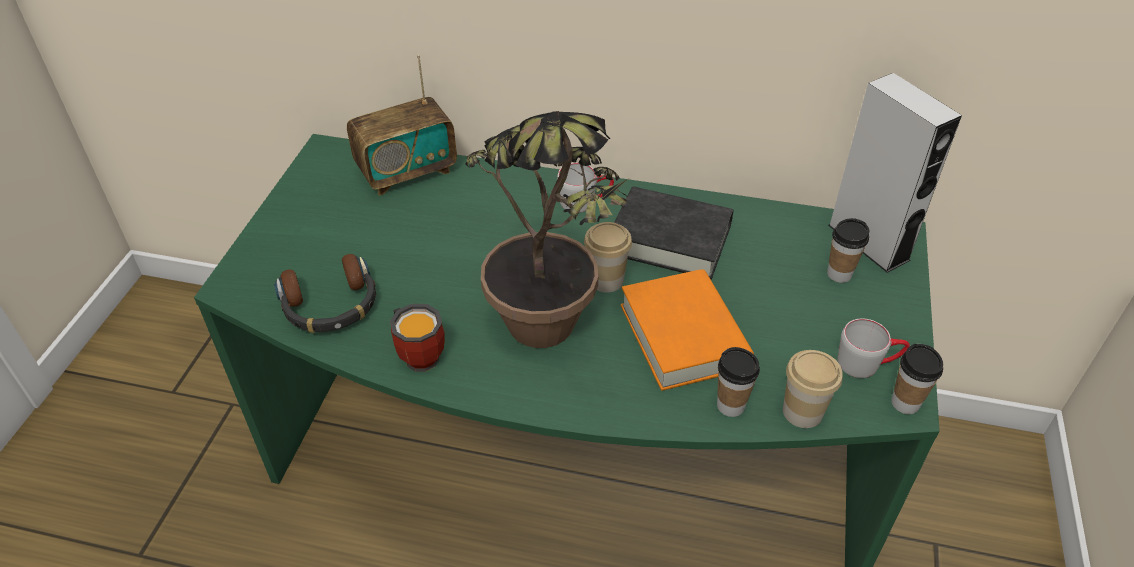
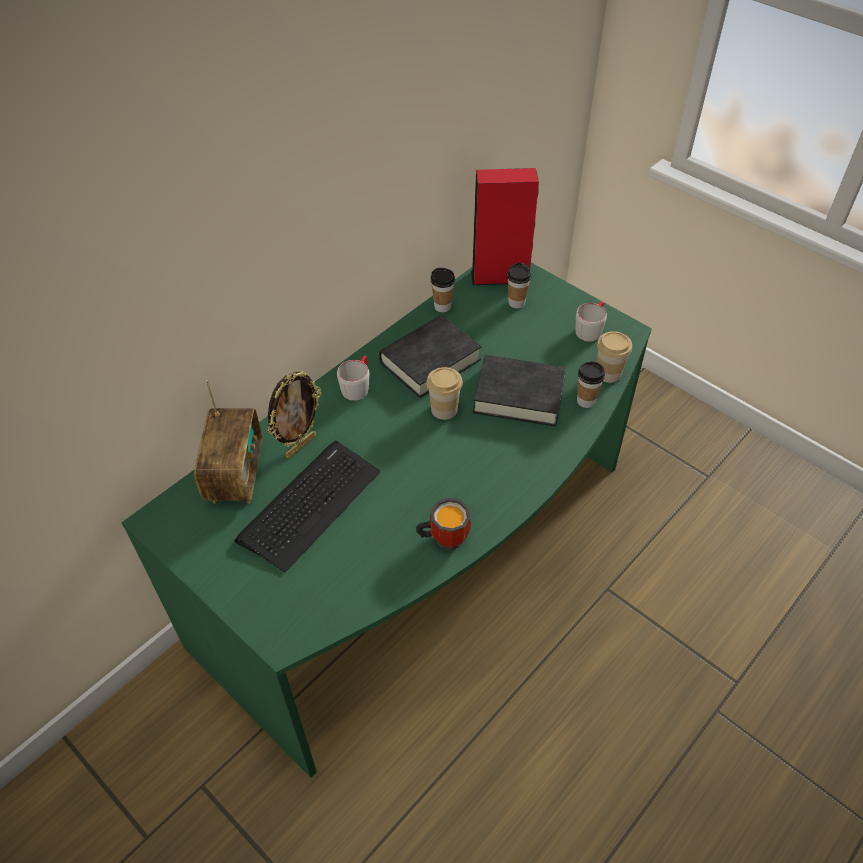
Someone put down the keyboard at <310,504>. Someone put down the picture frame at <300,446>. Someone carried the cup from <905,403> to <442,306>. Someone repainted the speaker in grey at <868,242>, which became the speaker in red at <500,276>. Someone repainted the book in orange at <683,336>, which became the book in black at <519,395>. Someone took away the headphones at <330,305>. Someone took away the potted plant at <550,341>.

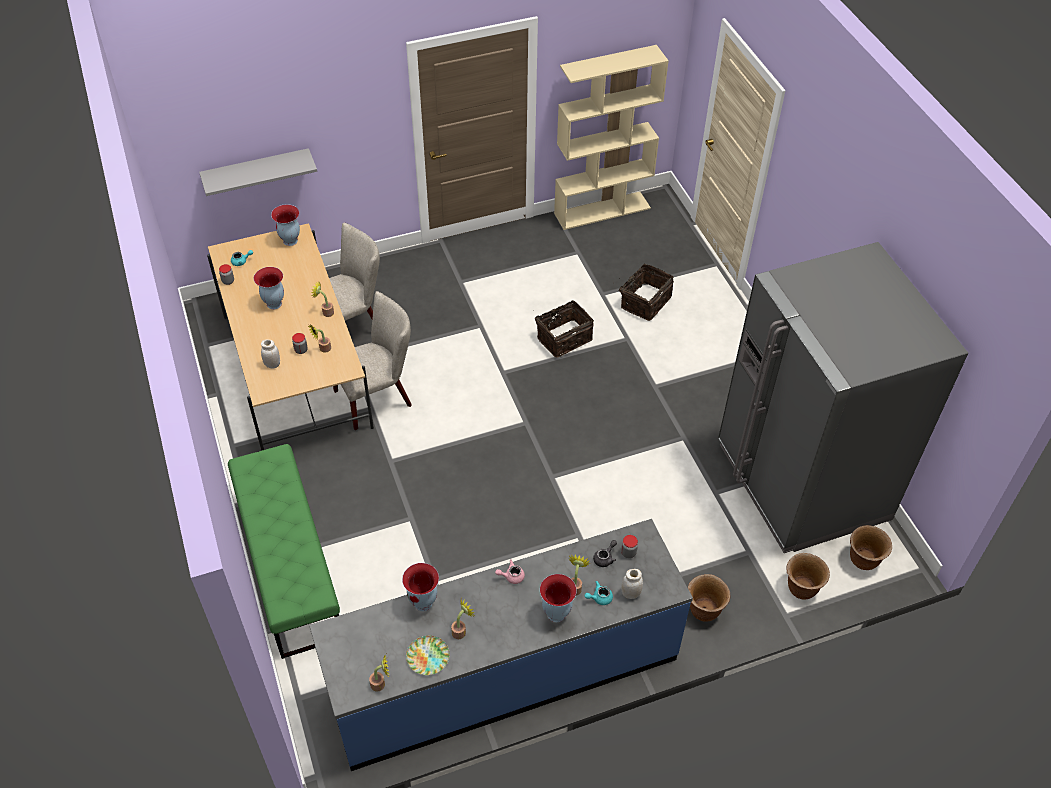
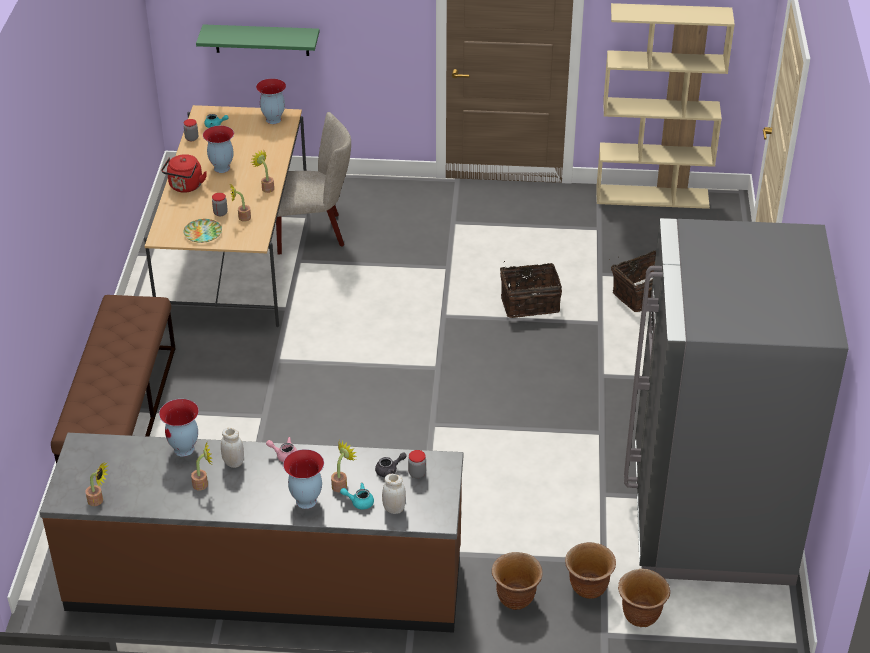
Someone repainted the counter in blue at <503,673>, which became the counter in brown at <265,581>. Someone repainted the bench in green at <289,563>, which became the bench in brown at <122,417>. Someone put down the kettle in red at <185,187>. Someone carried the plate from <428,657> to <203,233>. Someone repainted the shelf in grey at <256,171>, which became the shelf in green at <261,40>. Someone carried the jar in white from <272,364> to <233,462>. Someone carried the planter in brown from <863,560> to <588,588>. Someone took away the chair in beige at <378,397>.

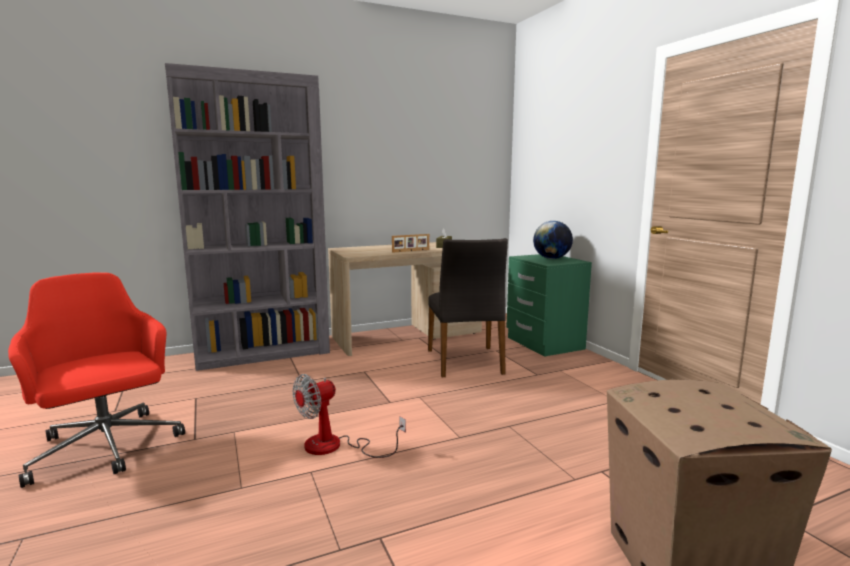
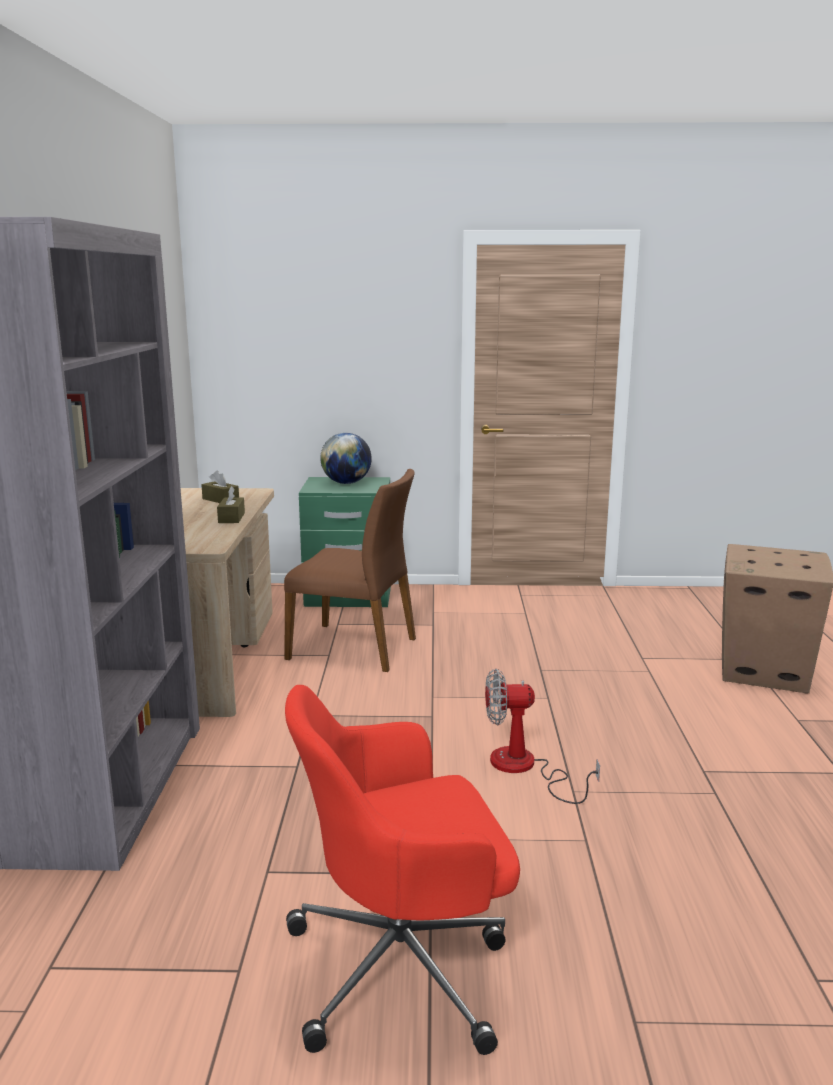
Someone swapped the picture frame at <411,251> for the tissue box in brown at <231,518>. Someone repainted the chair in grey at <466,362>, which became the chair in brown at <354,648>. Someone rotated the fan at <335,446> by 105 degrees clockwise.

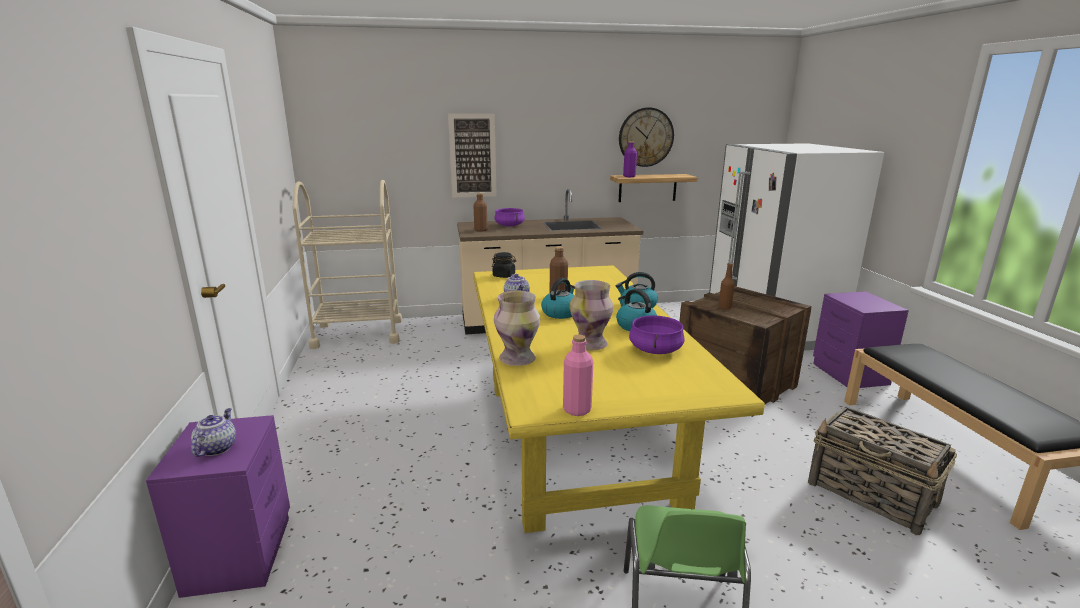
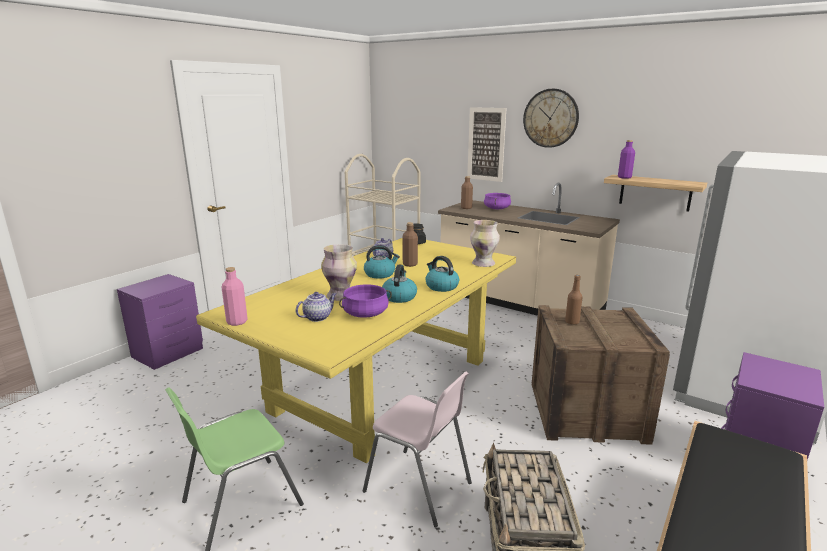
Someone carried the teapot from <217,448> to <318,317>. Someone put down the chair in pink at <419,487>. Someone carried the vase from <518,359> to <483,264>. Someone carried the wall clock from <646,137> to <550,118>.

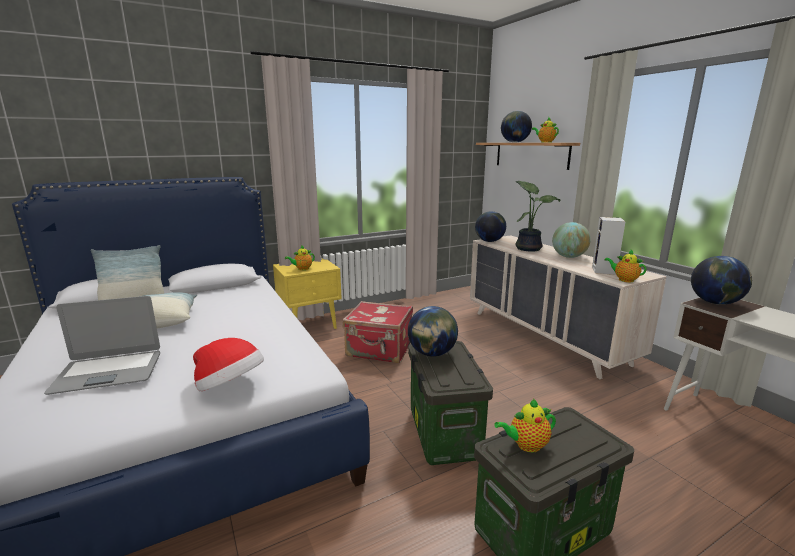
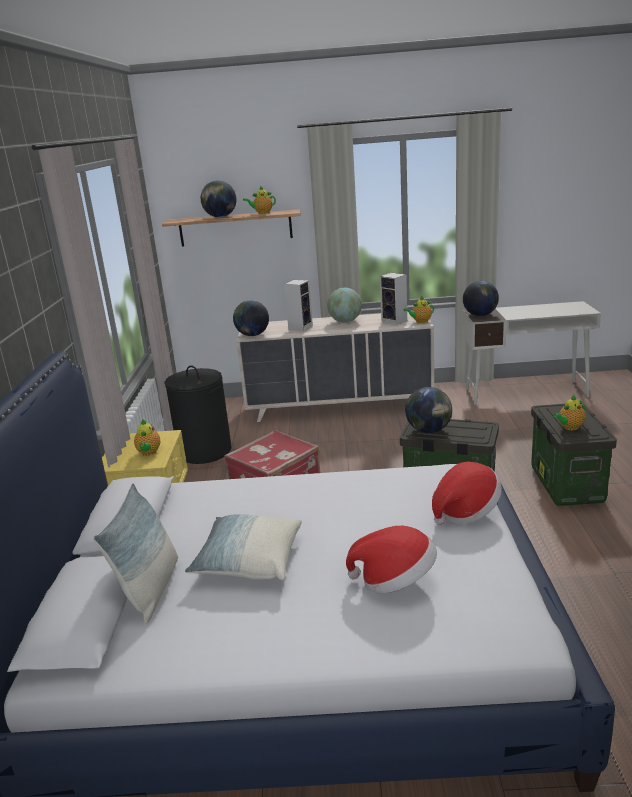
Someone put down the laundry basket in black at <204,451>. Someone swapped the potted plant at <528,248> for the speaker at <300,327>. Someone swapped the laptop at <109,372> for the hat at <395,581>. Someone rotated the teapot at <526,445> by 45 degrees clockwise.

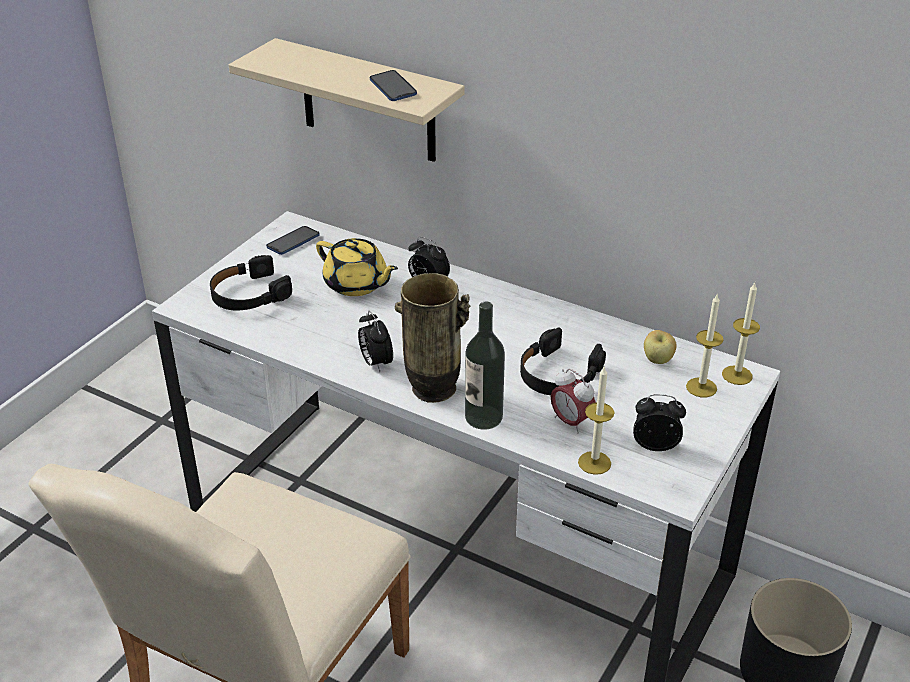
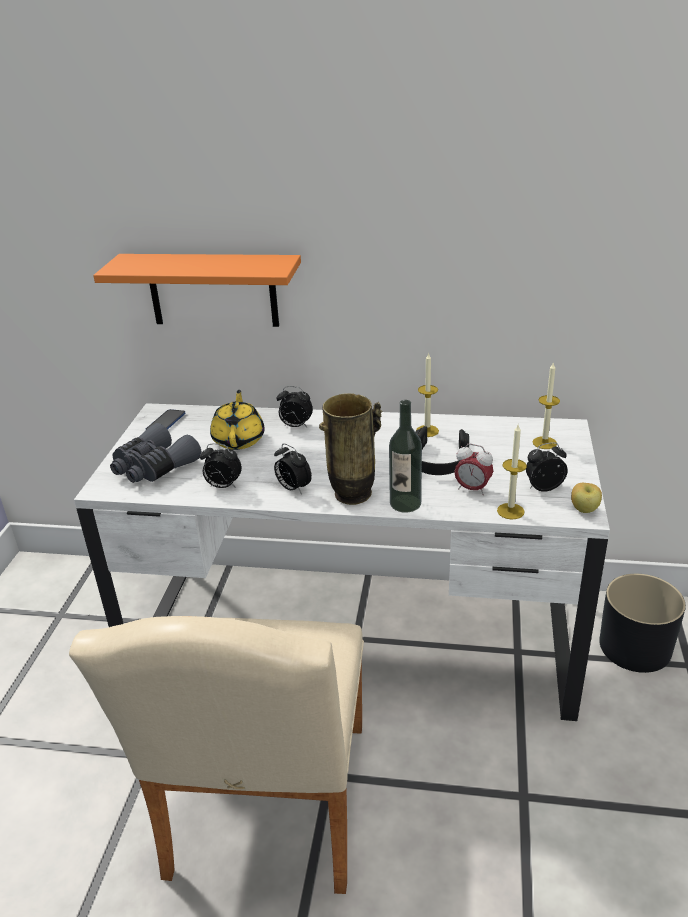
Someone repainted the shelf in beige at <368,102>, which became the shelf in orange at <213,290>. Someone swapped the headphones in black at <249,295> for the binoculars in grey at <153,467>. Someone put down the alarm clock at <223,486>. Someone rotated the teapot in yellow at <356,284> by 105 degrees counterclockwise. Someone carried the candle from <737,375> to <427,431>. Someone carried the apple from <658,360> to <584,510>. Someone took away the phone at <393,87>.

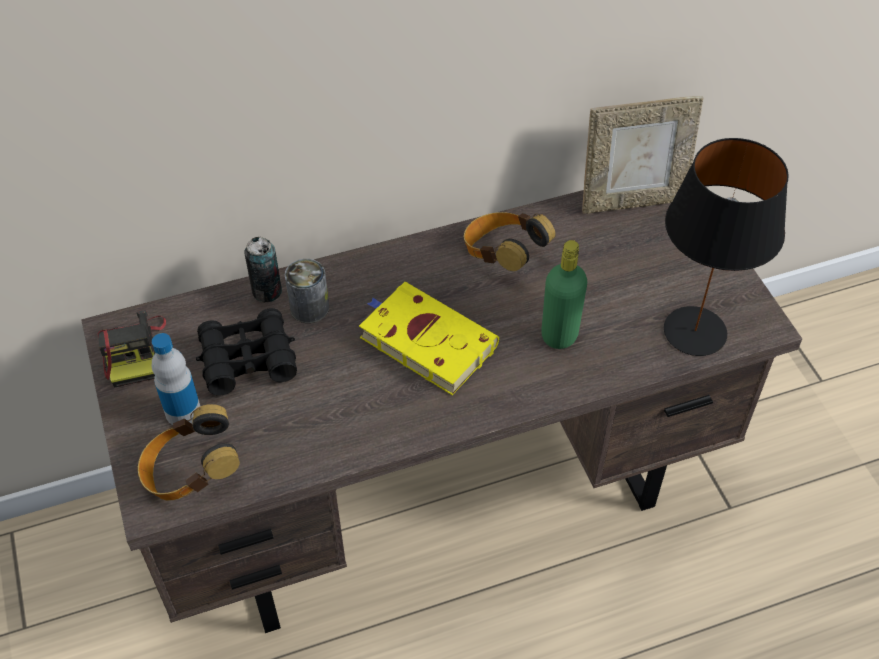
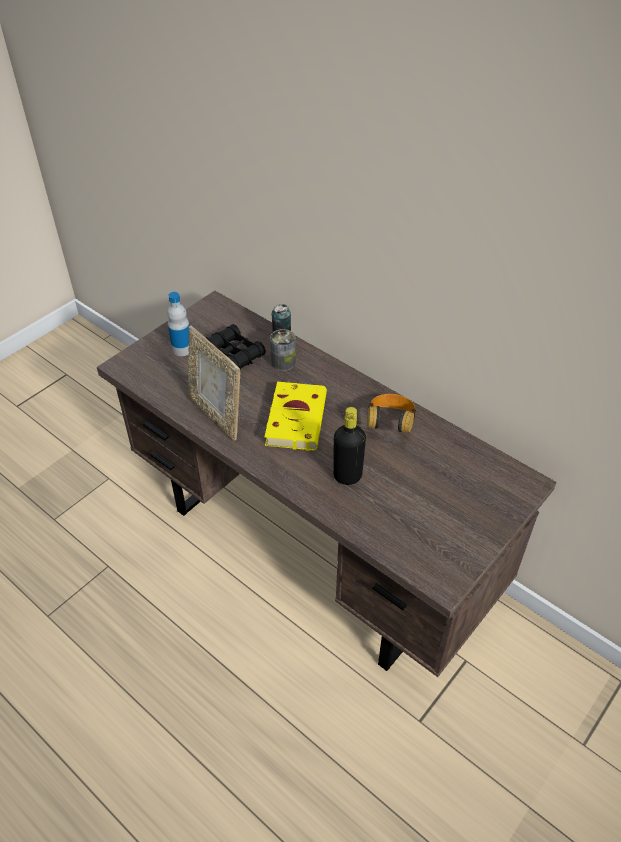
Someone carried the picture frame from <632,201> to <216,415>. Someone repainted the bottle in green at <559,335>, which became the bottle in black at <347,476>. Someone took away the photo camera at <133,351>. Someone took away the headphones at <191,473>. Someone took away the table lamp in black at <696,331>.

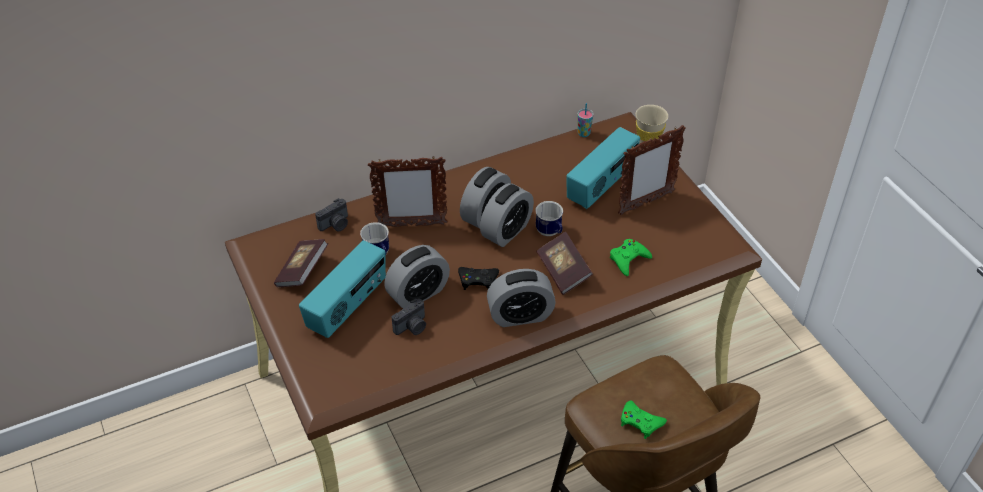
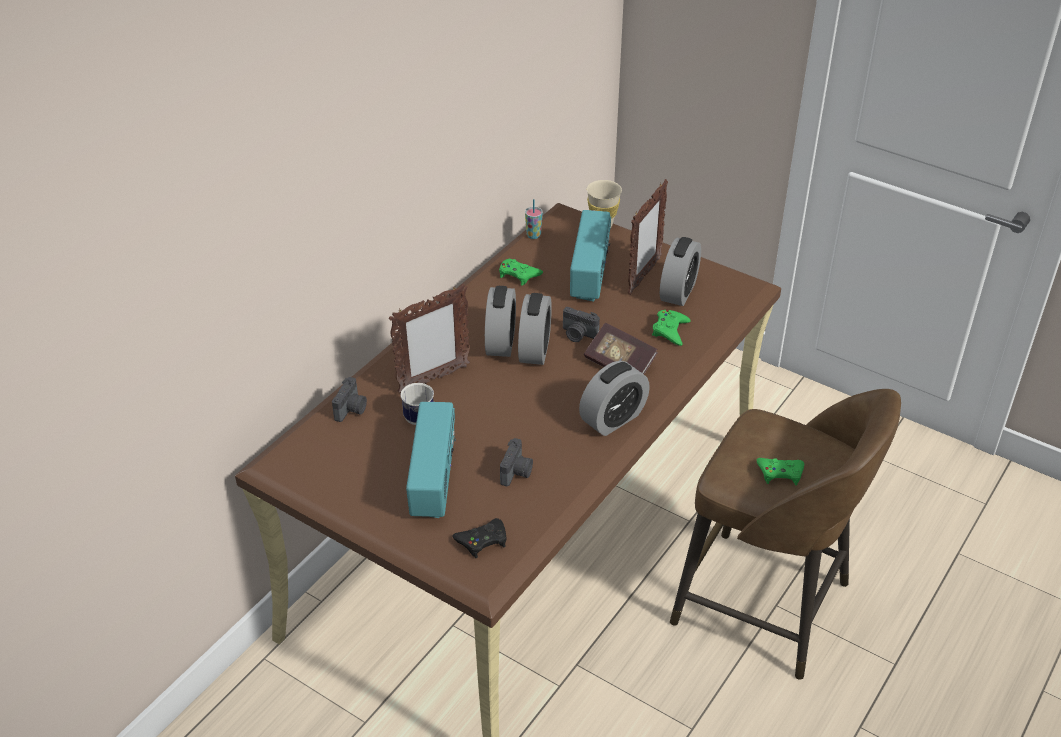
Someone carried the game controller in black from <478,280> to <482,541>. Someone put down the game controller in green at <518,275>. Someone swapped the mug at <550,233> for the photo camera at <578,335>. Someone carried the alarm clock from <418,293> to <678,292>. Someone took away the book at <302,271>.

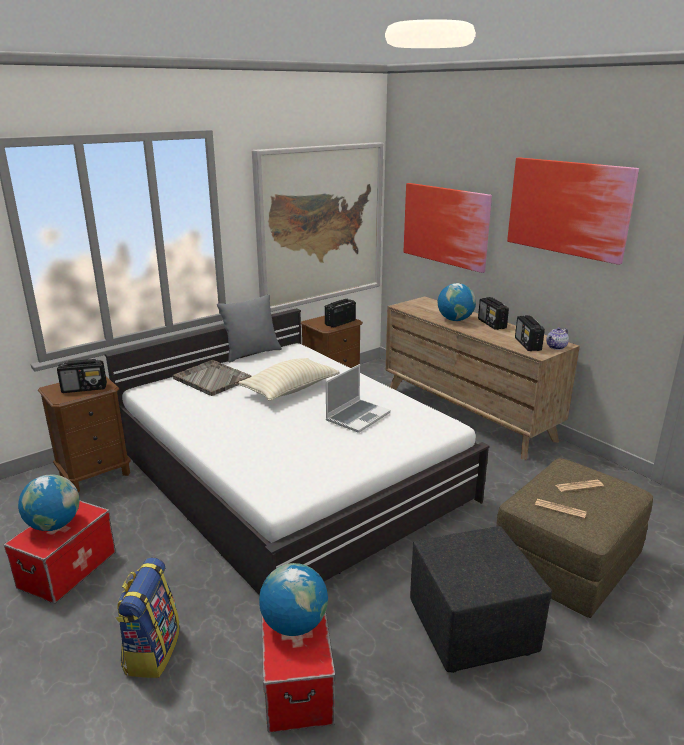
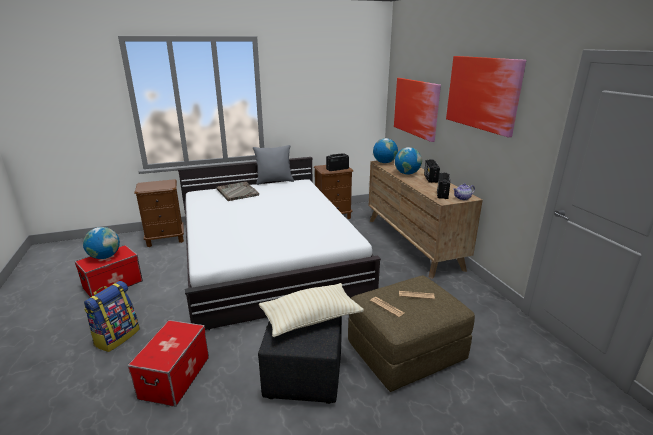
Someone carried the pillow in beige from <290,390> to <310,319>. Someone carried the globe from <294,624> to <384,162>. Someone took away the radio at <85,388>. Someone took away the picture at <320,225>. Someone took away the laptop at <358,416>.

